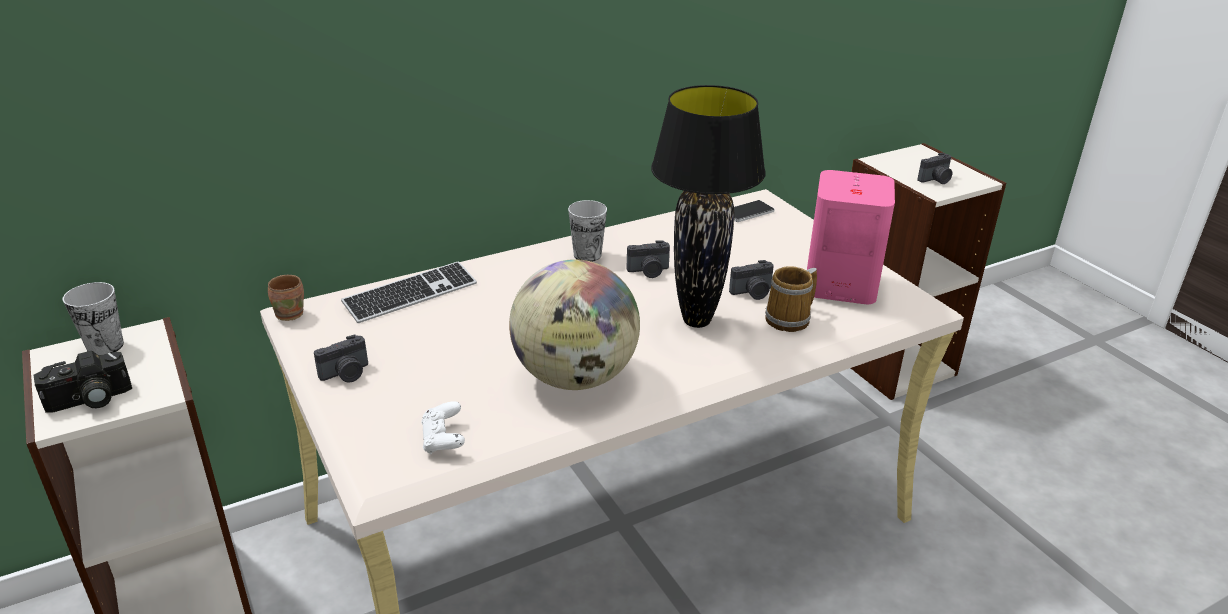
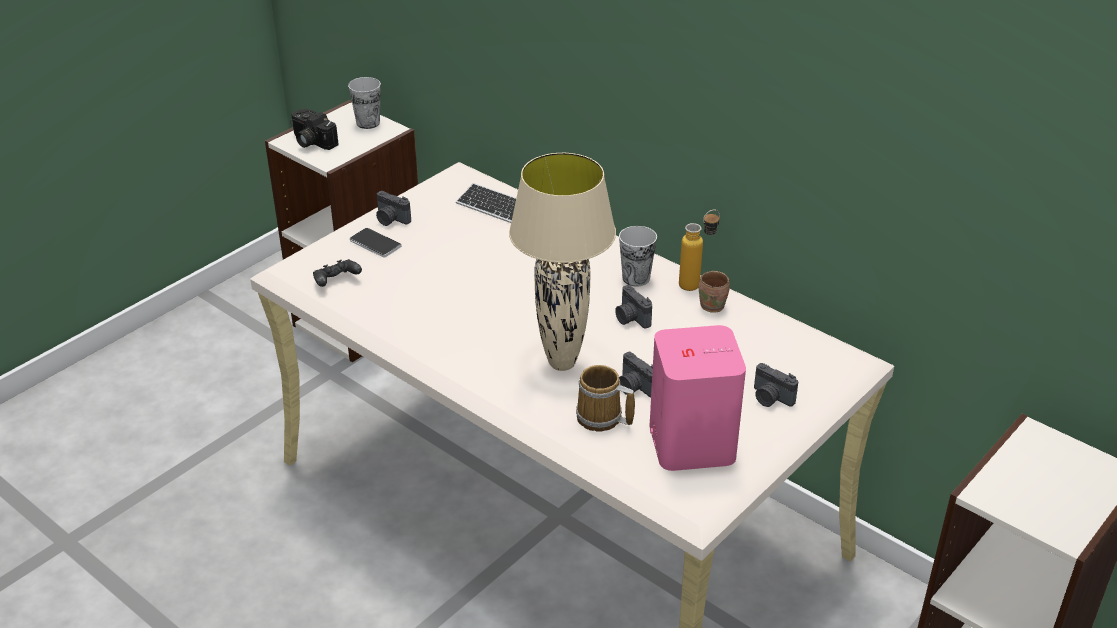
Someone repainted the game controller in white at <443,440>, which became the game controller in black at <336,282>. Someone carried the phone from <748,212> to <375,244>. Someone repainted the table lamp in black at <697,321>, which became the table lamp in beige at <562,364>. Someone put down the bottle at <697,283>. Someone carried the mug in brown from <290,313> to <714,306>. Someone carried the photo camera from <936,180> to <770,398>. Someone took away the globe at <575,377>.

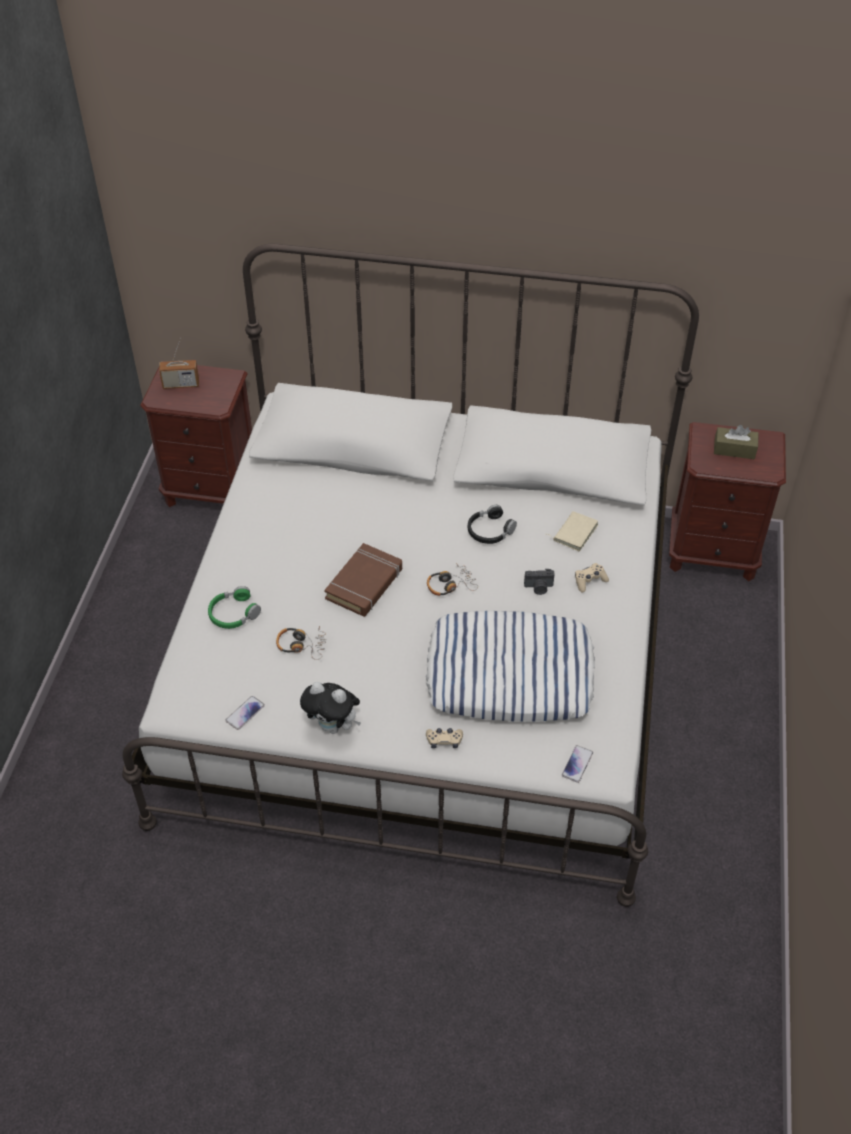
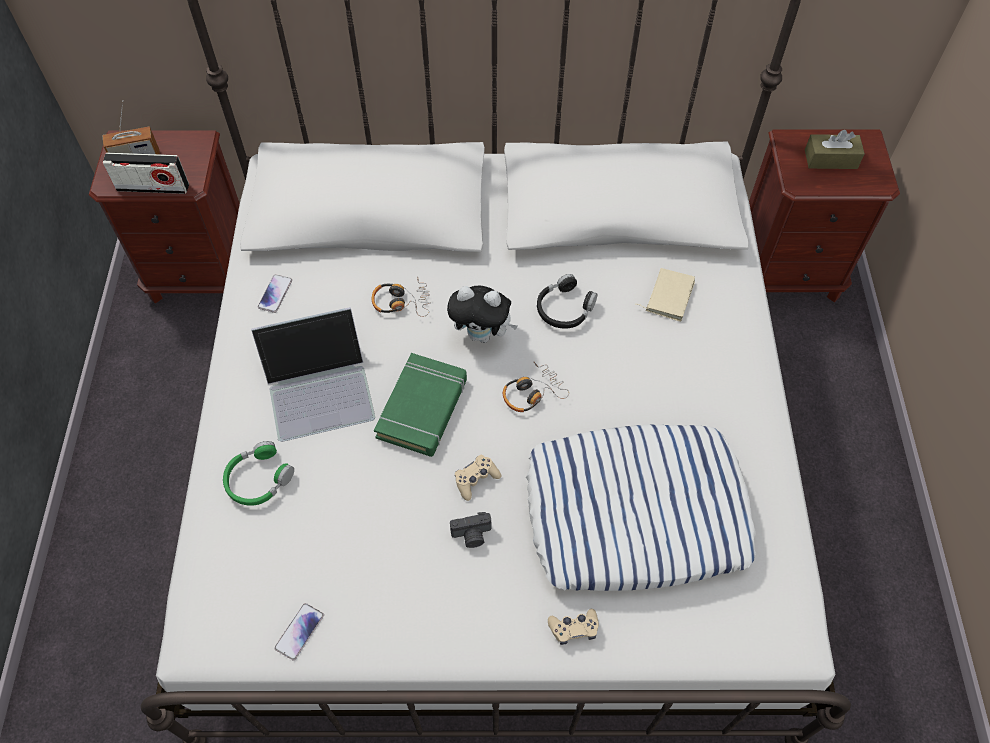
Someone put down the radio at <153,187>. Someone put down the laptop at <320,388>. Someone carried the phone from <577,764> to <275,294>. Someone carried the headphones from <301,645> to <401,302>. Someone repainted the book in brown at <364,584>, which became the book in green at <423,408>. Someone carried the plush toy from <333,726> to <482,334>. Someone carried the photo camera from <539,588> to <472,535>. Someone carried the game controller in beige from <589,581> to <476,479>.

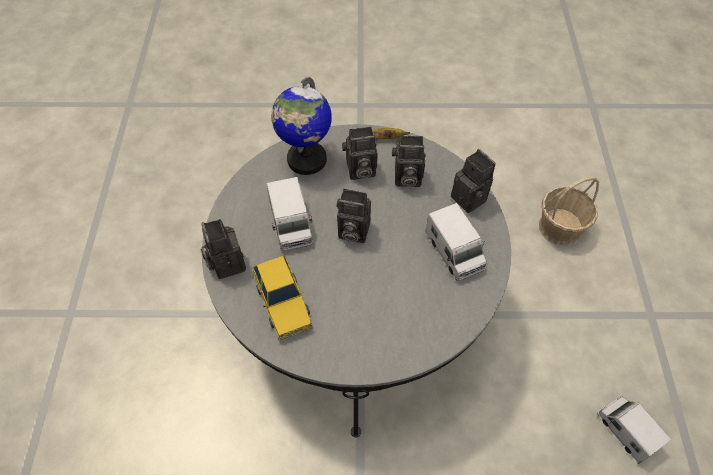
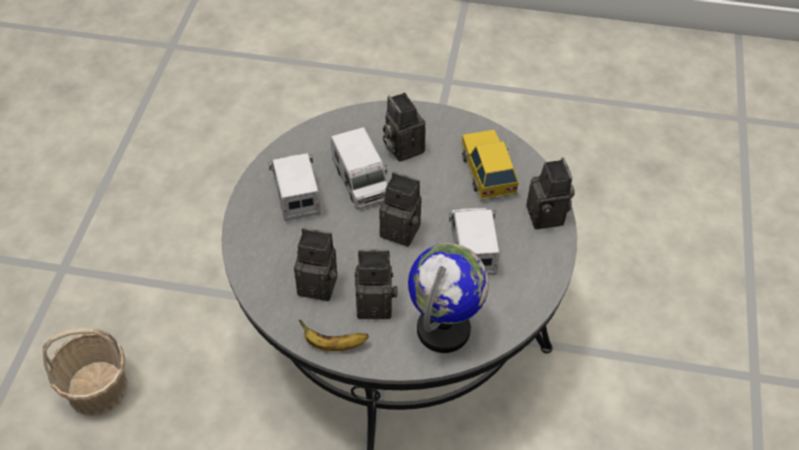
Someone carried the toy truck from <626,431> to <360,181>. Someone carried the photo camera from <471,199> to <402,147>.

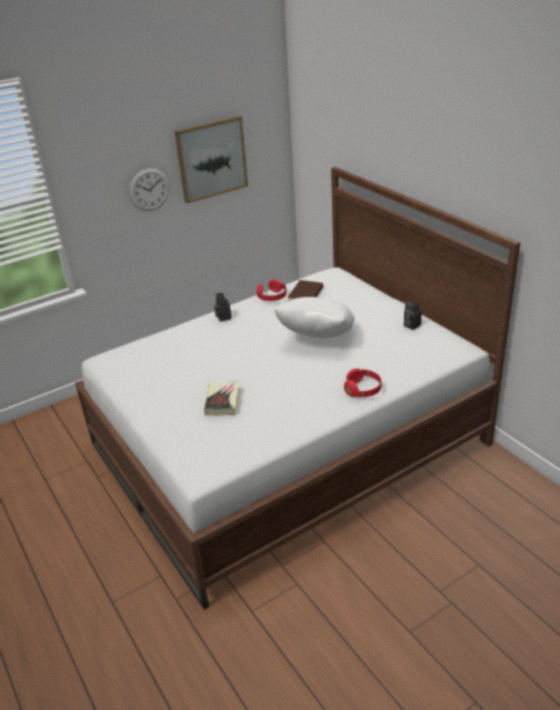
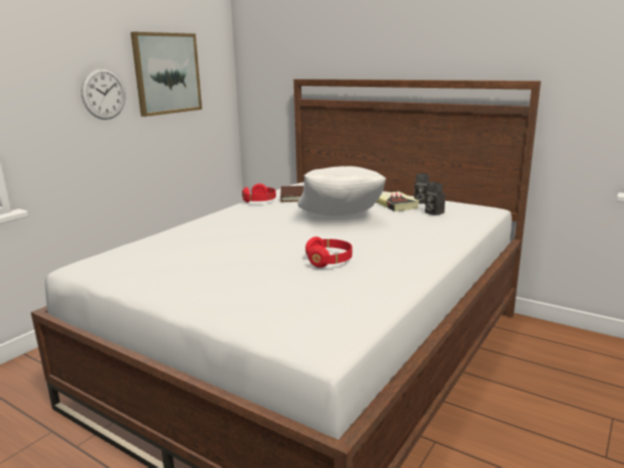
Someone carried the headphones in red from <363,390> to <329,261>. Someone carried the book from <222,401> to <396,205>. Someone carried the photo camera from <223,317> to <432,212>.

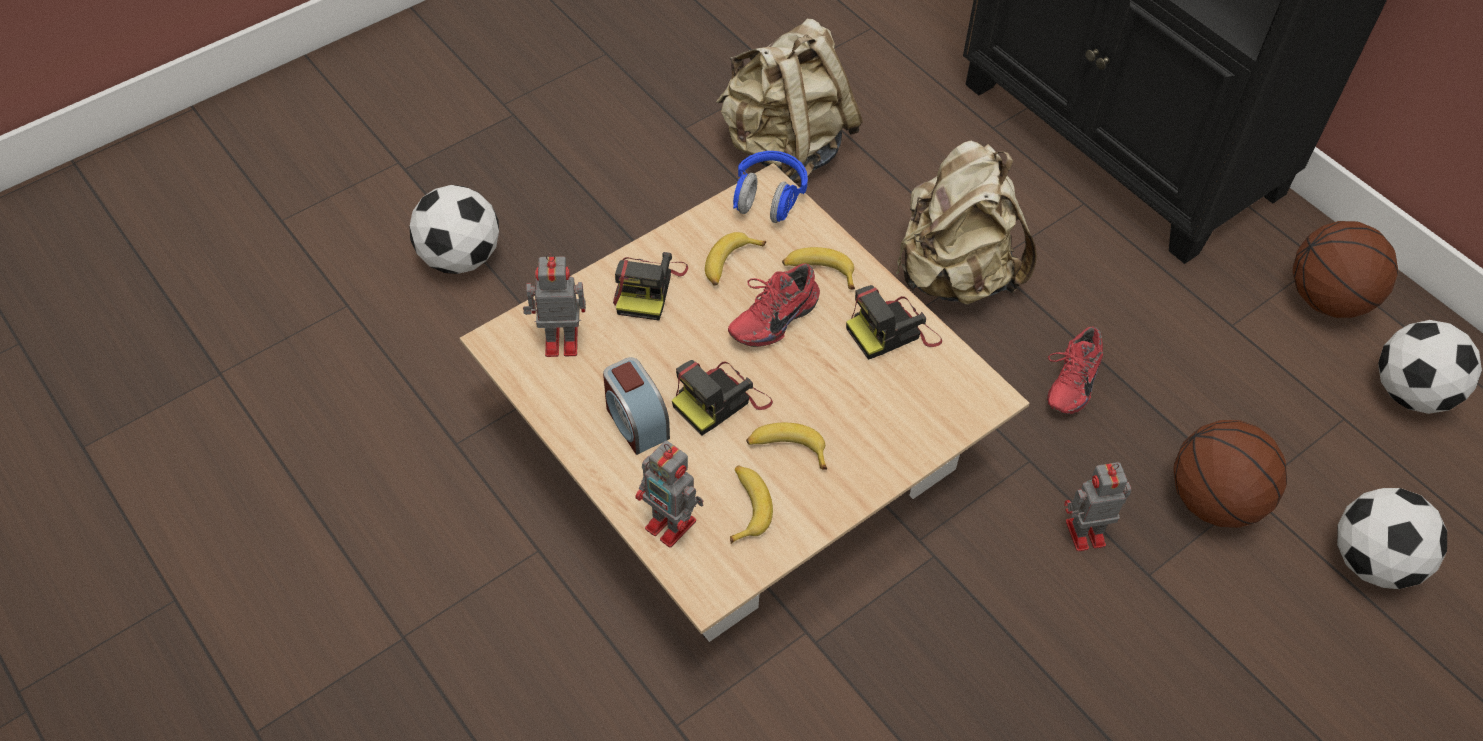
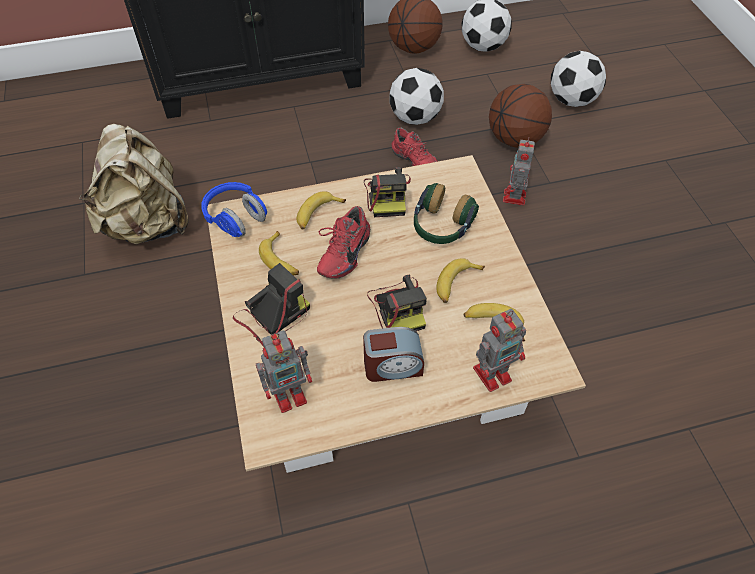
Someone rotated the photo camera at <648,287> by 75 degrees counterclockwise. Someone rotated the toy robot at <559,341> by 135 degrees counterclockwise. Someone rotated the shoe in red at <771,318> by 45 degrees clockwise. Someone carried the football from <460,257> to <415,118>. Someone put down the headphones at <441,226>. Someone took away the backpack in beige at <954,275>.

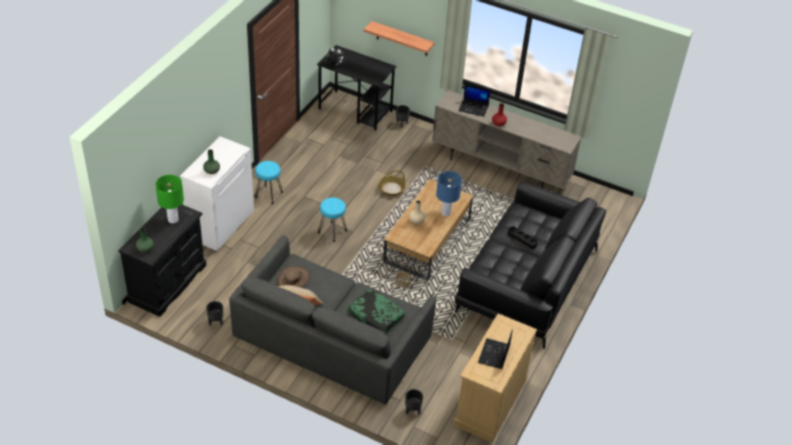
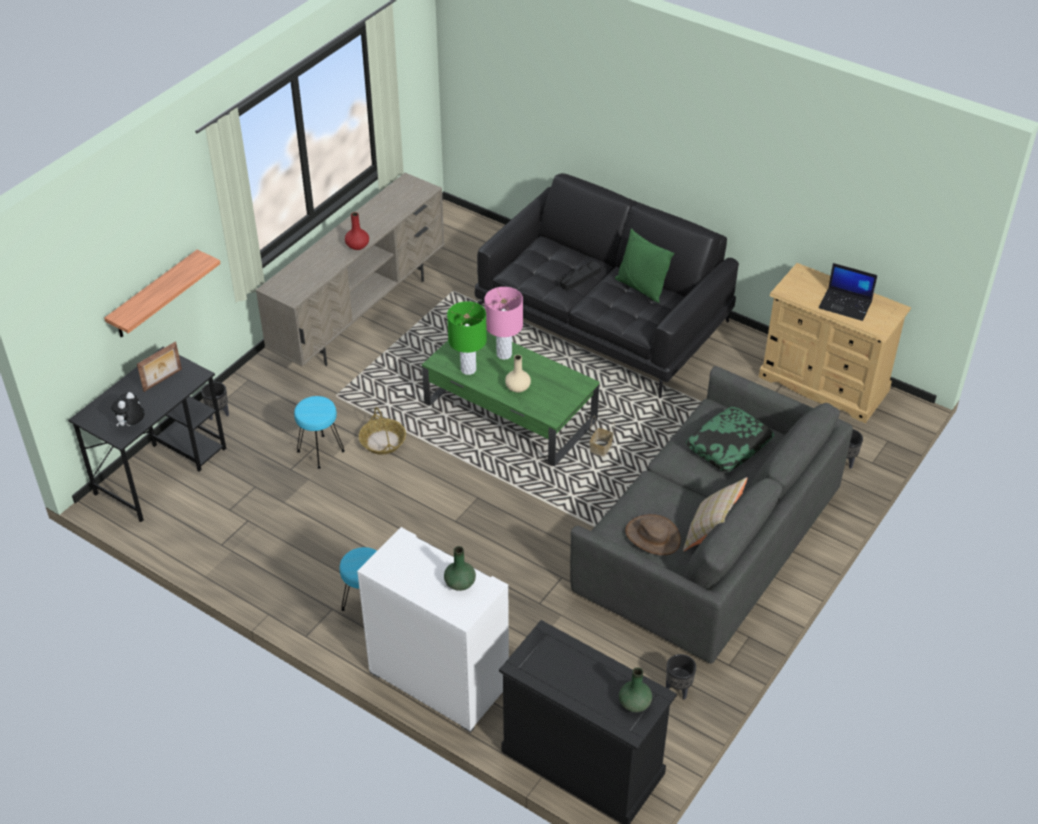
Someone put down the picture frame at <163,380>. Someone carried the stool in turquoise from <332,231> to <320,452>. Someone repainted the coffee table in brown at <427,241>, which became the coffee table in green at <511,412>. Someone carried the table lamp in green from <173,219> to <468,369>. Someone repainted the table lamp in blue at <445,212>, which became the table lamp in pink at <504,354>. Someone put down the pillow in green at <641,288>. Someone took away the laptop at <474,108>.

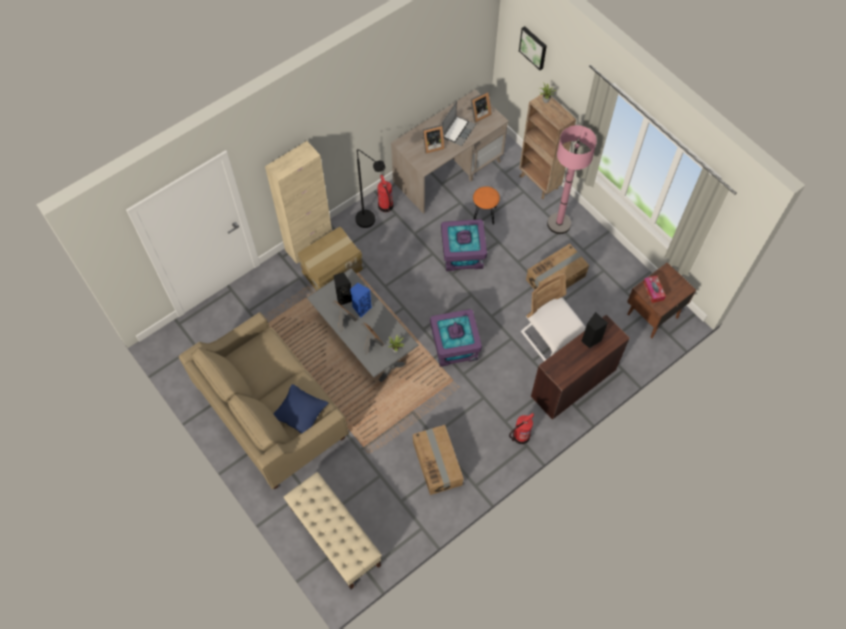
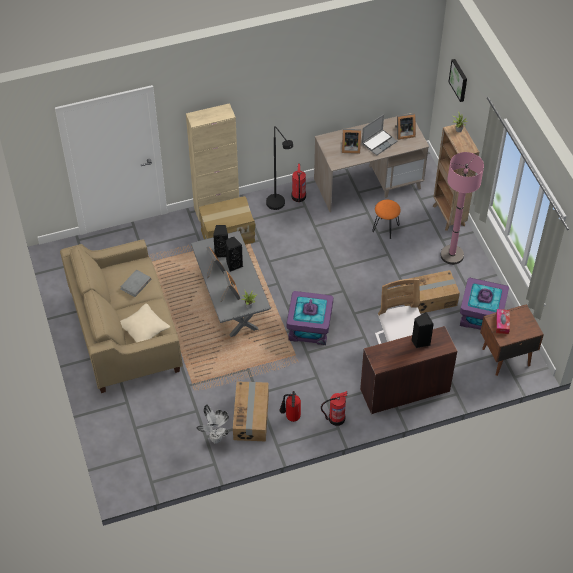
Someone put down the book in grey at <135,284>. Someone repainted the pillow in blue at <300,413>, which became the pillow in beige at <143,329>. Someone put down the potted plant at <216,440>. Someone repainted the speaker in blue at <361,308>, which became the speaker in black at <233,264>. Someone put down the fire extinguisher at <291,417>. Someone carried the storage box in purple from <462,254> to <481,315>. Someone took away the bench in beige at <335,537>.

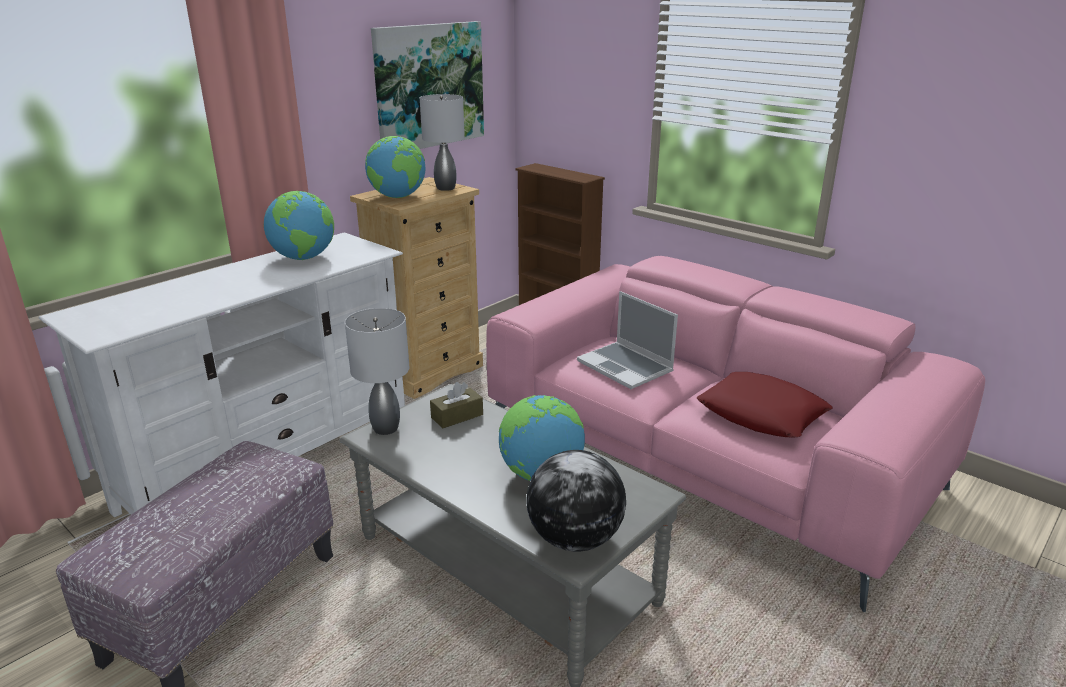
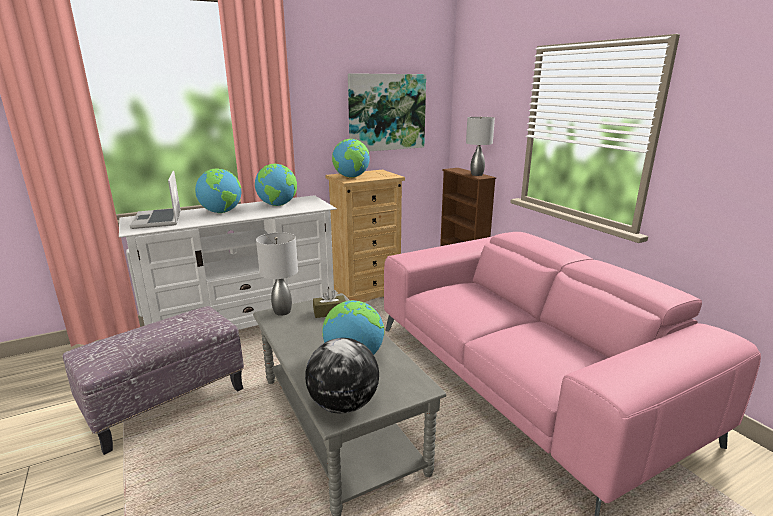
Someone carried the laptop from <626,367> to <158,220>. Someone put down the globe at <221,212>. Someone carried the table lamp in grey from <445,188> to <476,174>. Someone took away the pillow in red at <762,414>.

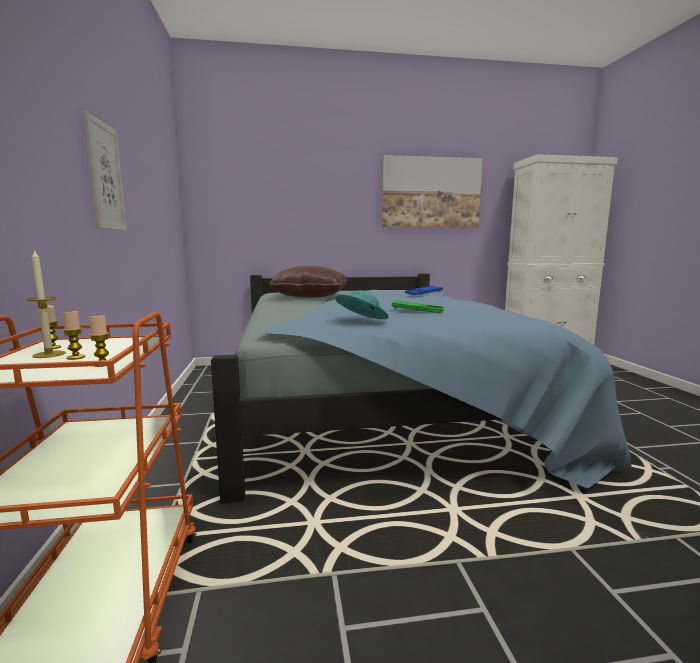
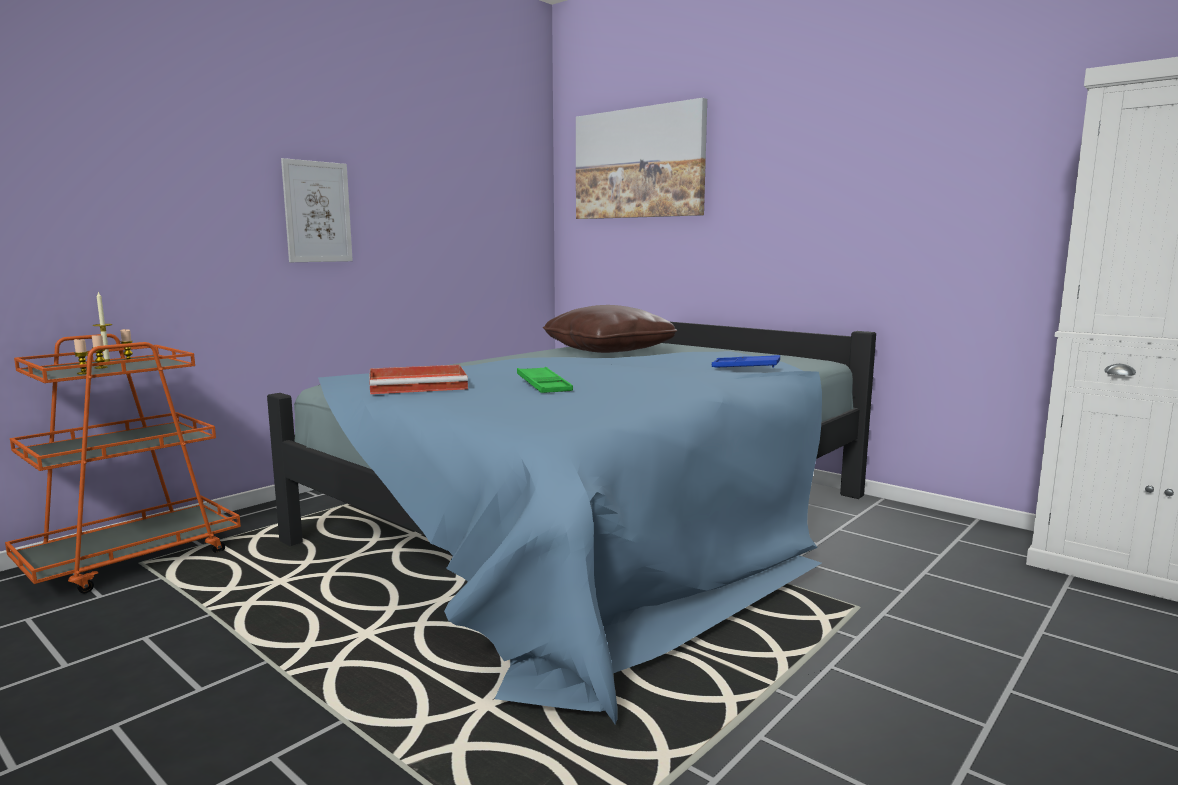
Someone swapped the hat in turquoise at <361,321> for the tray in red at <420,384>. Someone carried the picture from <431,193> to <639,163>.

